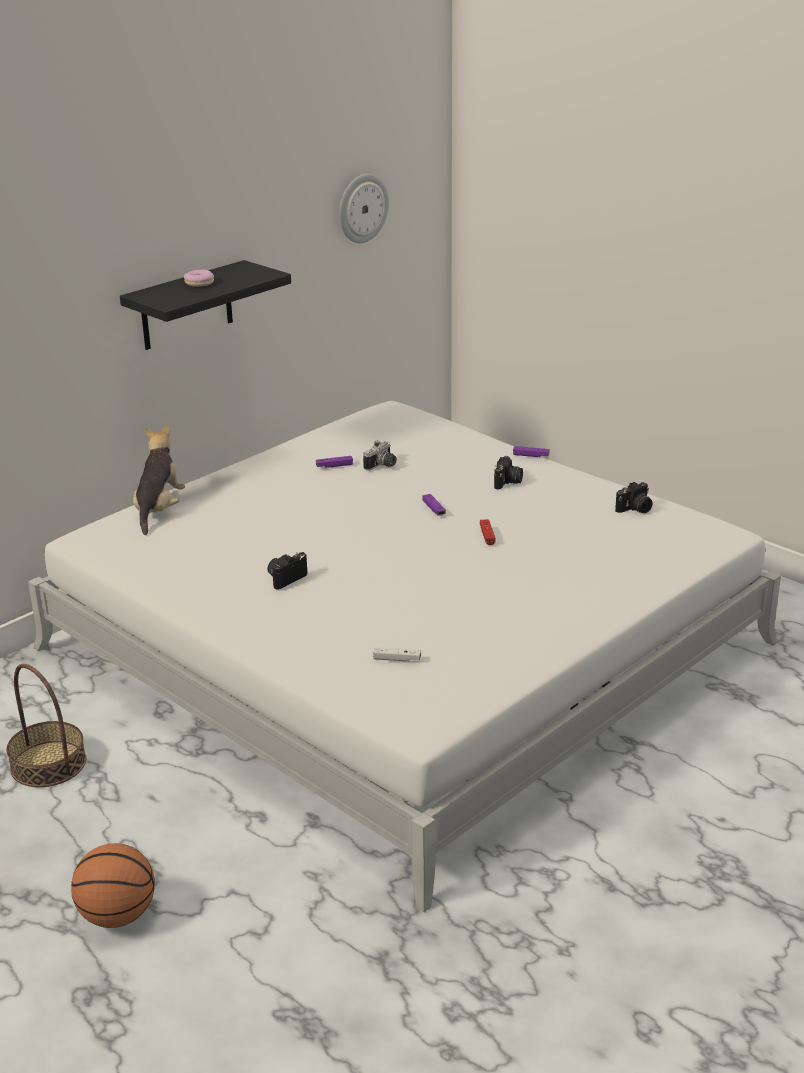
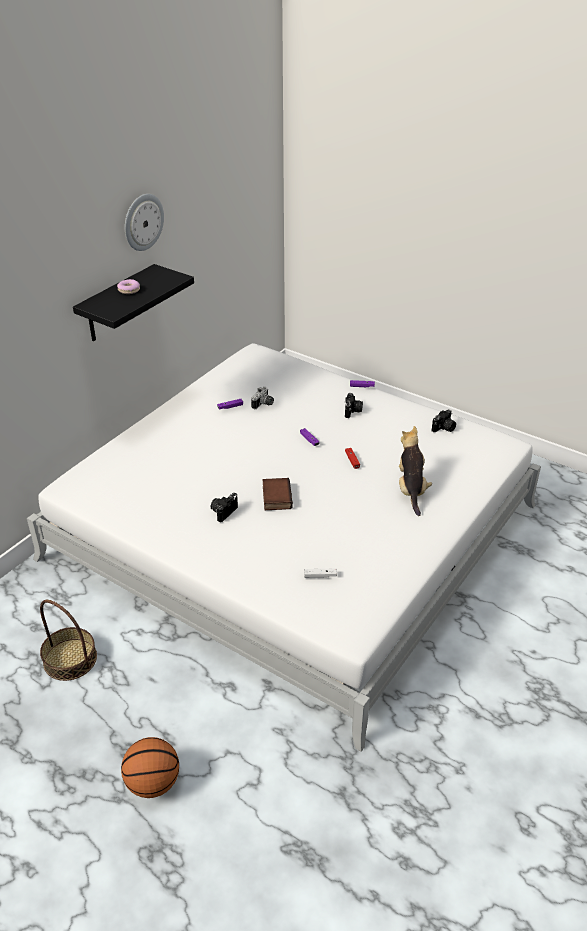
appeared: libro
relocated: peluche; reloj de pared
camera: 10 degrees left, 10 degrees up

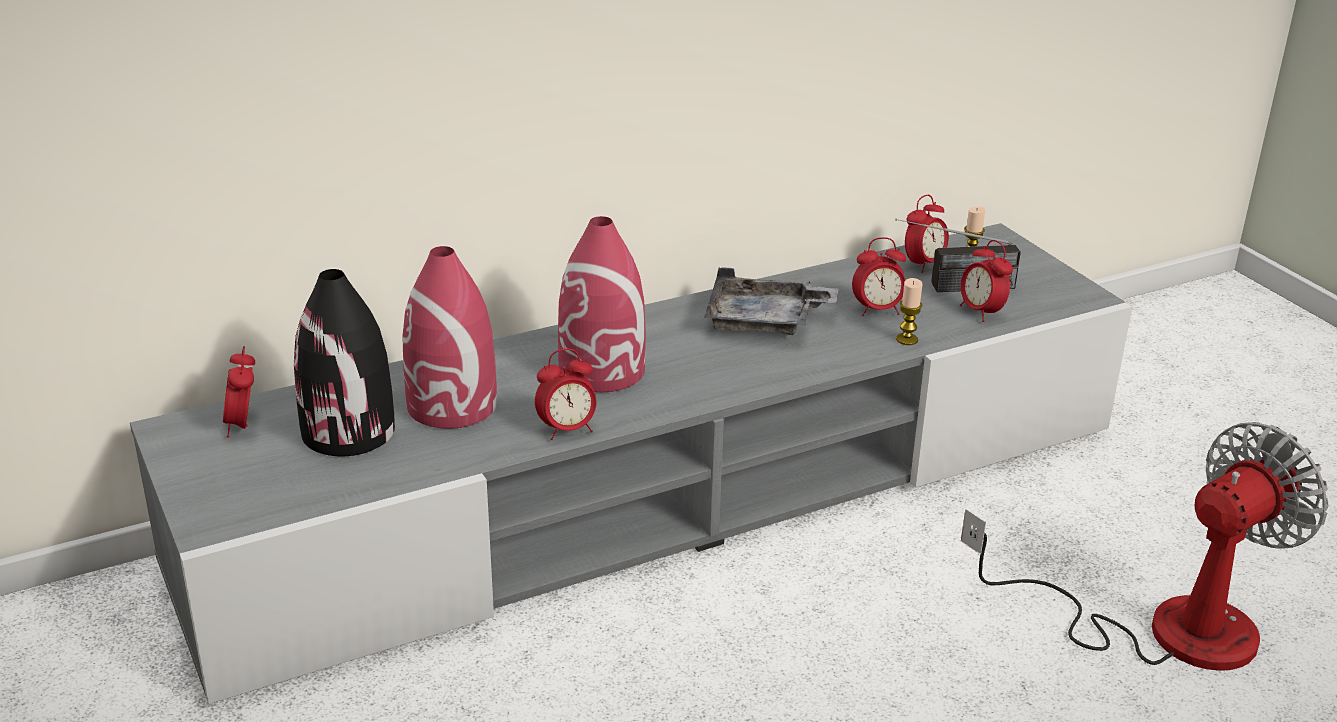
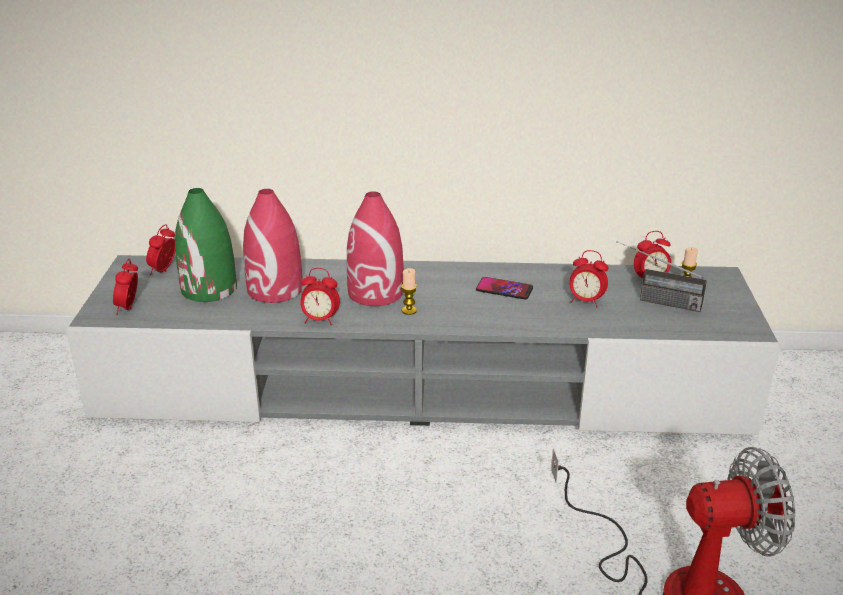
relocated: vela (no. 1 from left); despertador (no. 5 from left in the first image) to despertador (no. 1 from left)
exchanged: bandeja/gris to móvil
colour: florero/negro to florero/verde
camera: 30 degrees right, 0 degrees up

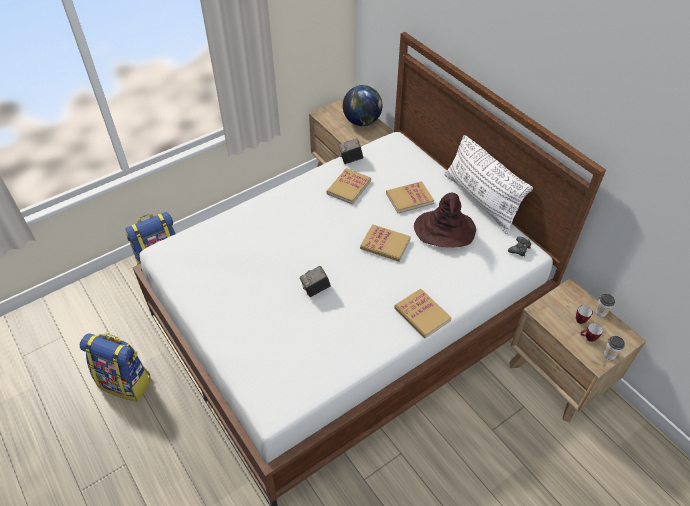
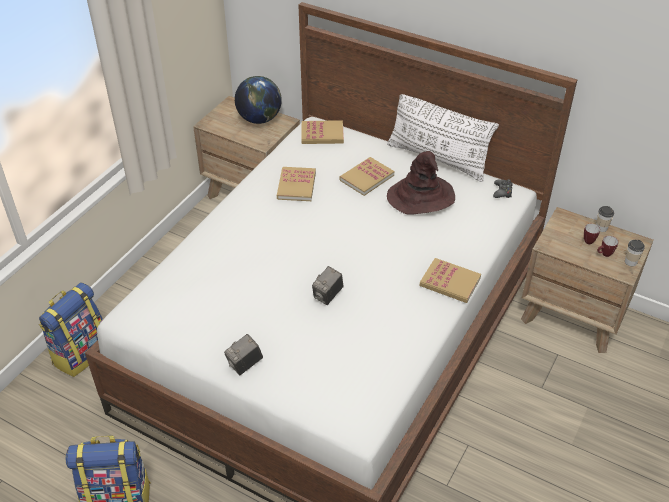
relocated: cámara (no. 2 from left in the first image) to cámara (no. 1 from left); libro (no. 2 from left)
camera: 25 degrees left, 5 degrees down

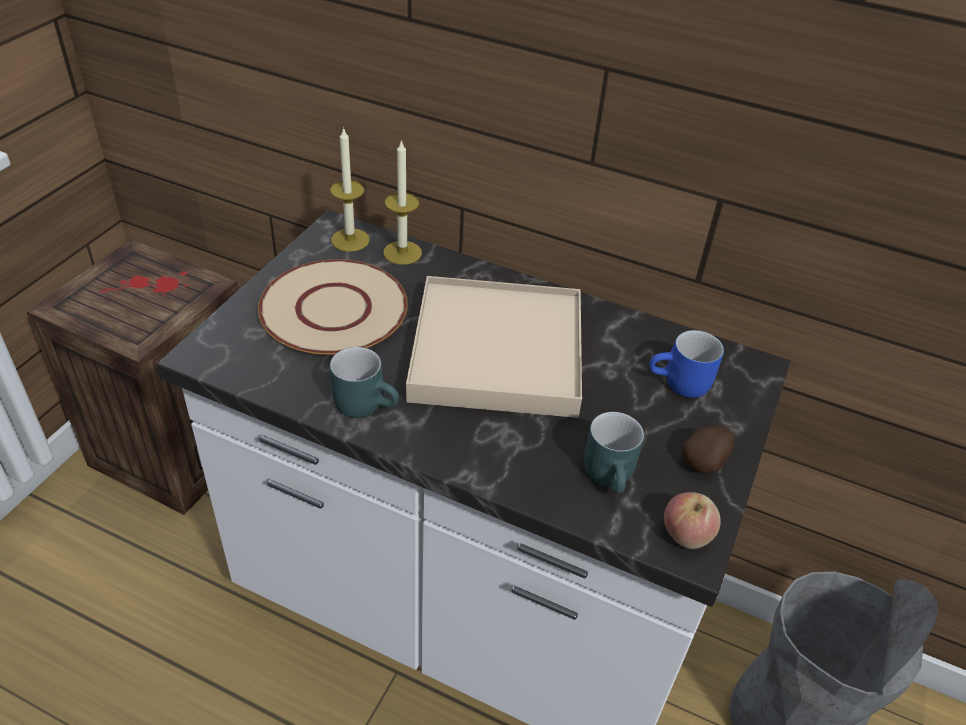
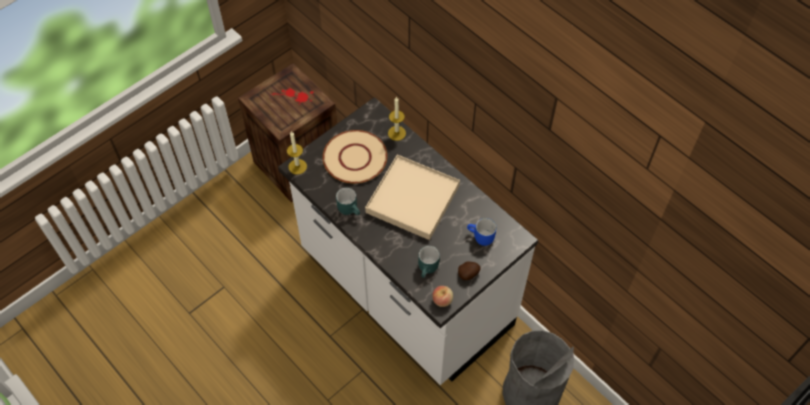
relocated: vela (no. 1 from left)
camera: 25 degrees right, 15 degrees up

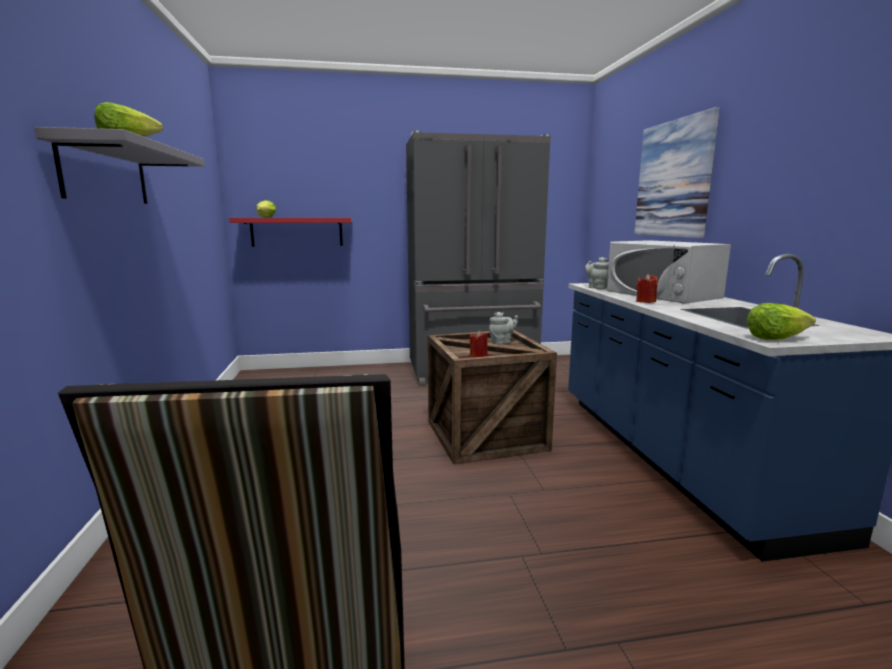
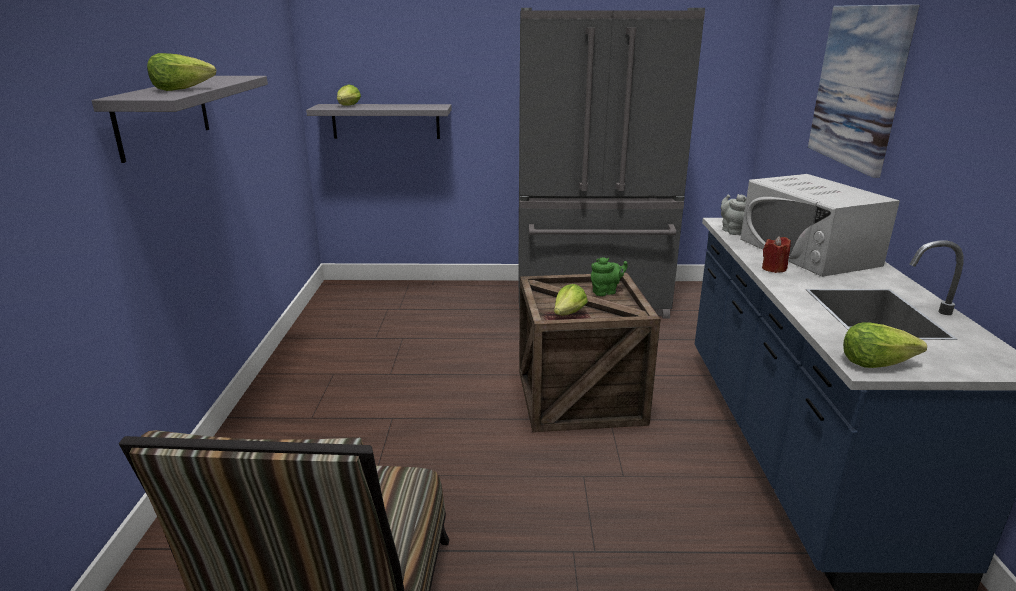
exchanged: vela/rojo (no. 1 from left) to lechuga (no. 3 from left)
colour: estante/rojo to estante/gris (no. 2 from left); tetera/gris (no. 1 from left) to tetera/verde
camera: 10 degrees right, 10 degrees up

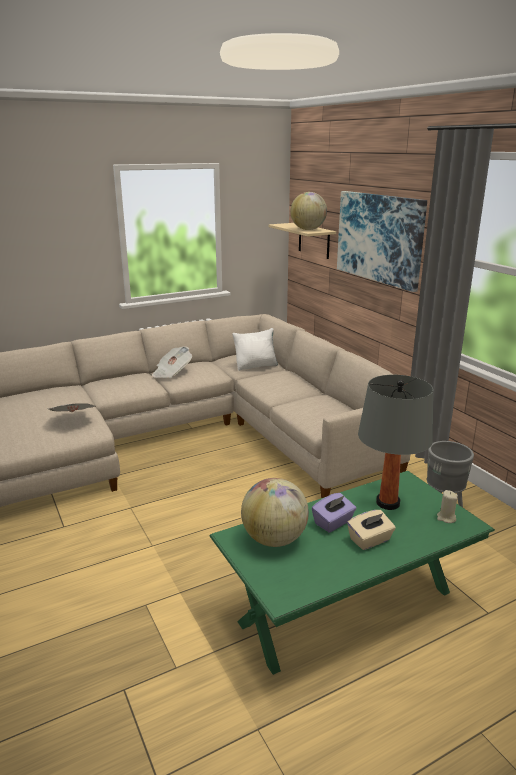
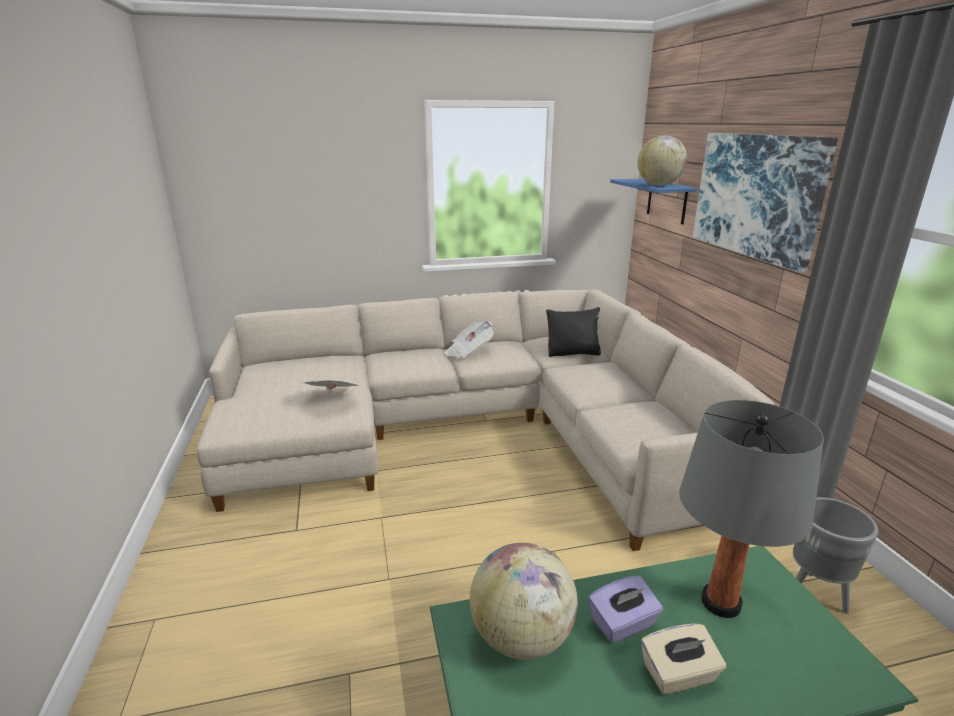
missing: vela/beis
colour: cojín/blanco to cojín/negro; estante/beis to estante/azul
camera: 15 degrees right, 0 degrees up

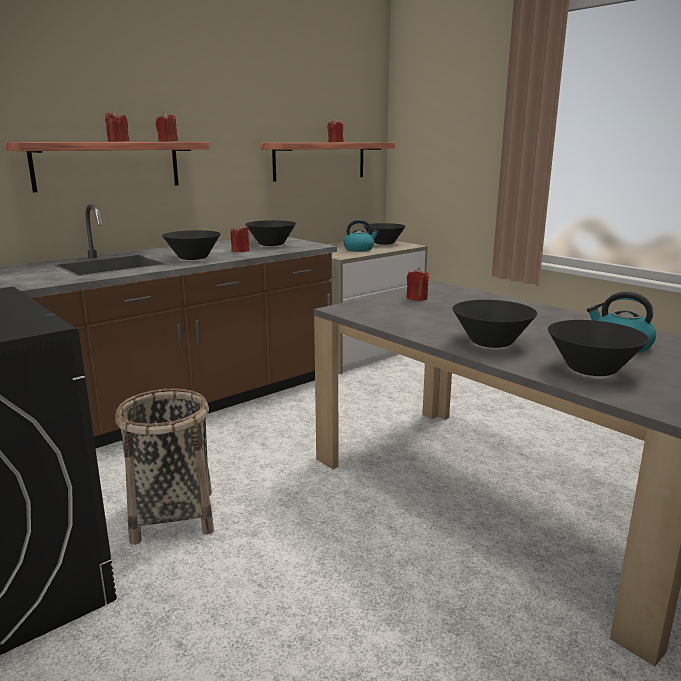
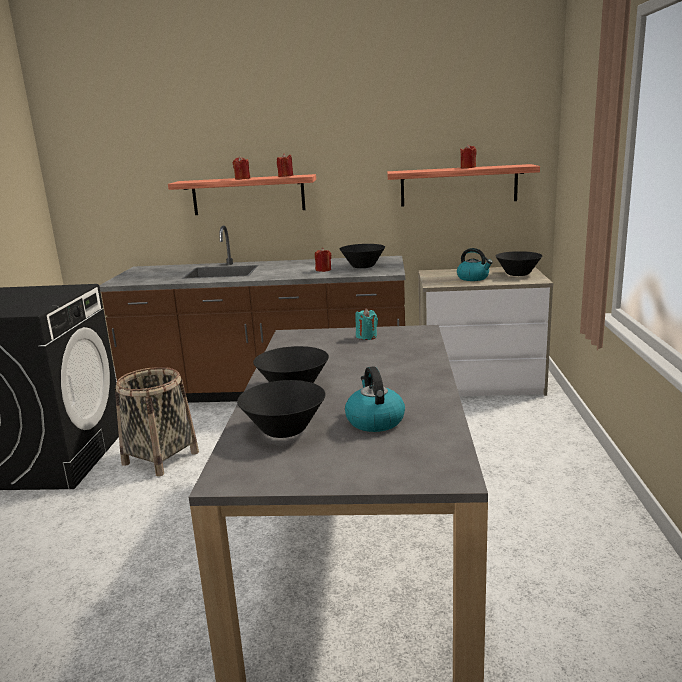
missing: cuenco/negro (no. 1 from left)
colour: vela/rojo (no. 5 from left) to vela/turquesa
camera: 45 degrees right, 0 degrees up

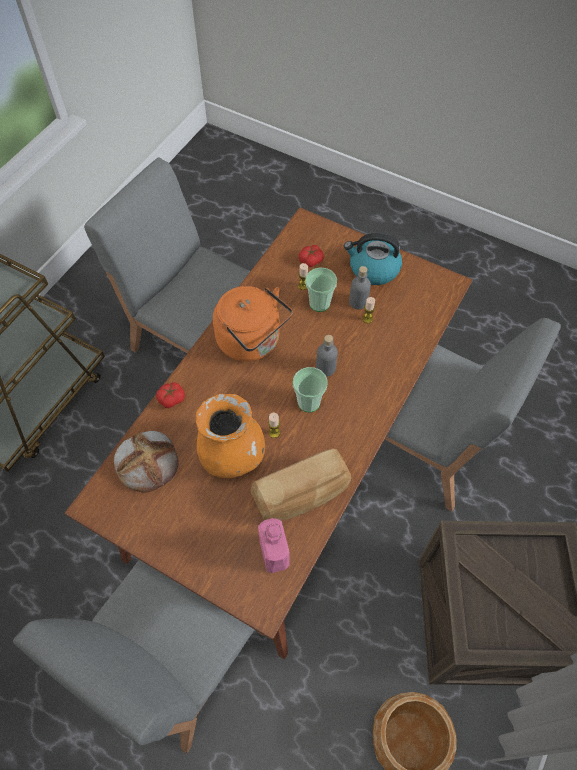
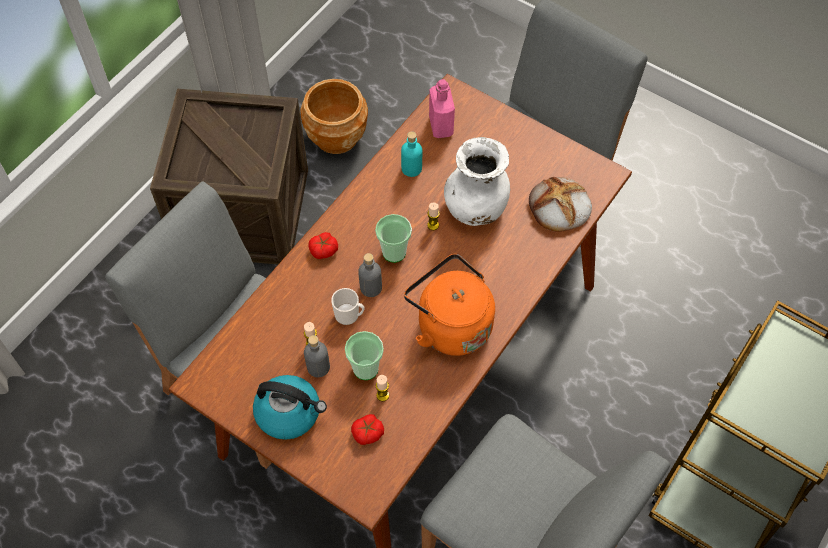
appeared: taza grande
relocated: tomate (no. 1 from left)
exchanged: pan (no. 2 from left) to botella/turquesa
colour: florero/naranja to florero/blanco
camera: 175 degrees left, 0 degrees up

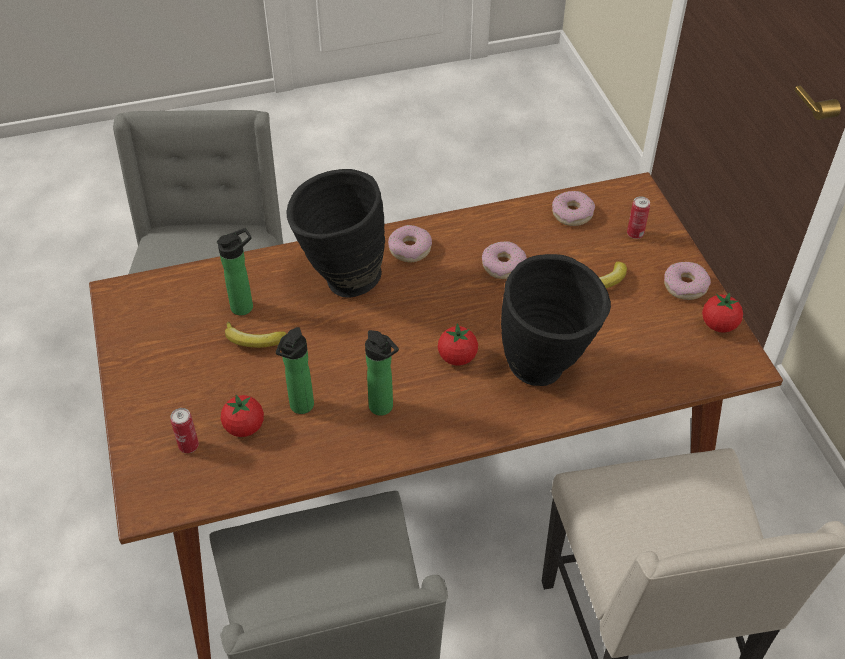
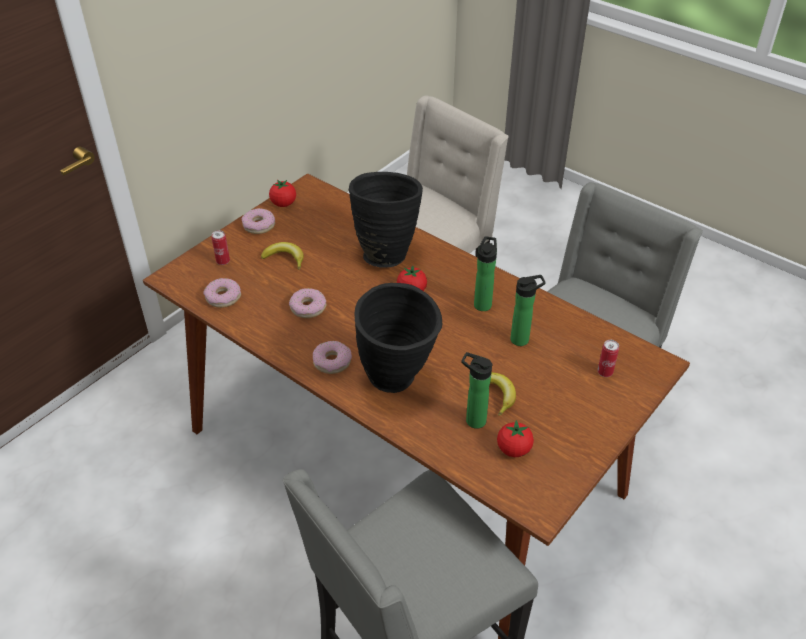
relocated: tomate (no. 1 from left in the first image) to tomate (no. 3 from left)
camera: 125 degrees left, 5 degrees down

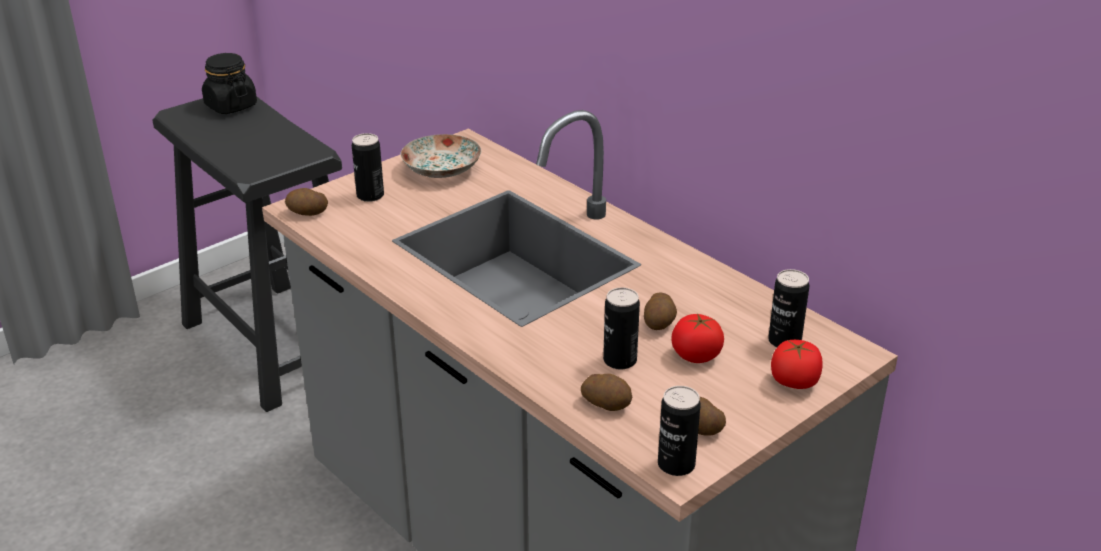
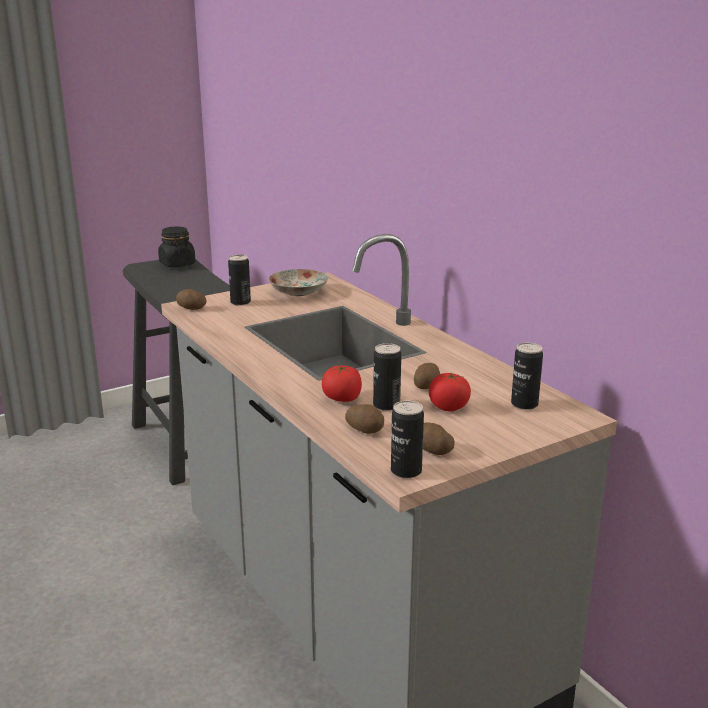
relocated: tomate (no. 2 from left in the first image) to tomate (no. 1 from left)
camera: 10 degrees right, 10 degrees down

